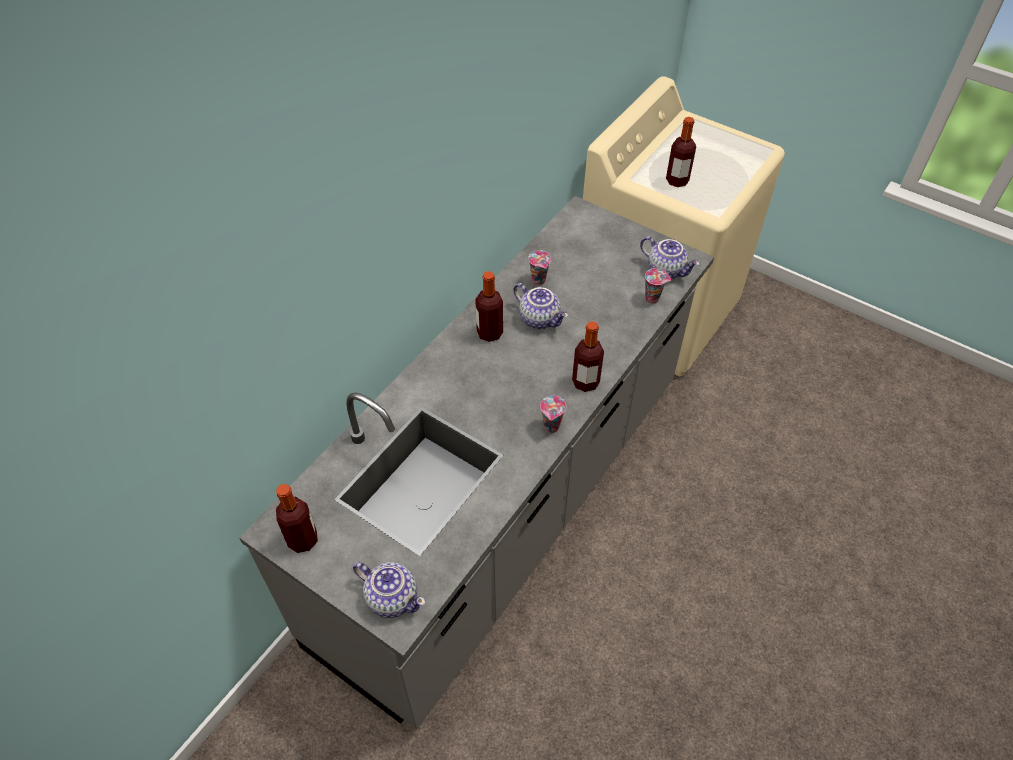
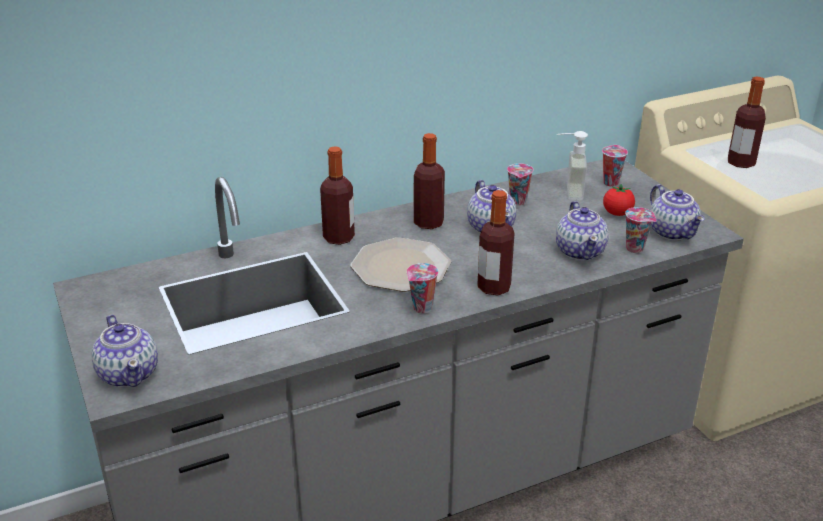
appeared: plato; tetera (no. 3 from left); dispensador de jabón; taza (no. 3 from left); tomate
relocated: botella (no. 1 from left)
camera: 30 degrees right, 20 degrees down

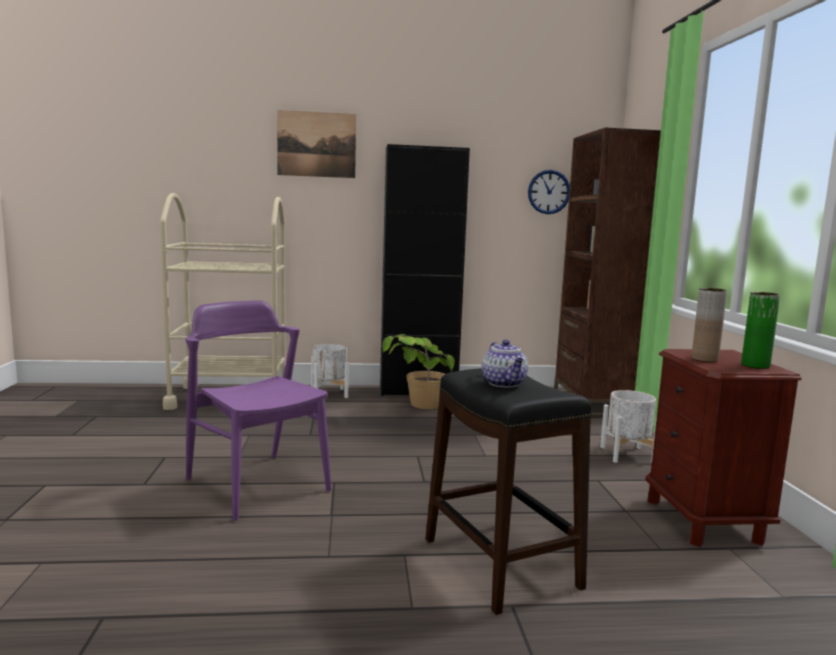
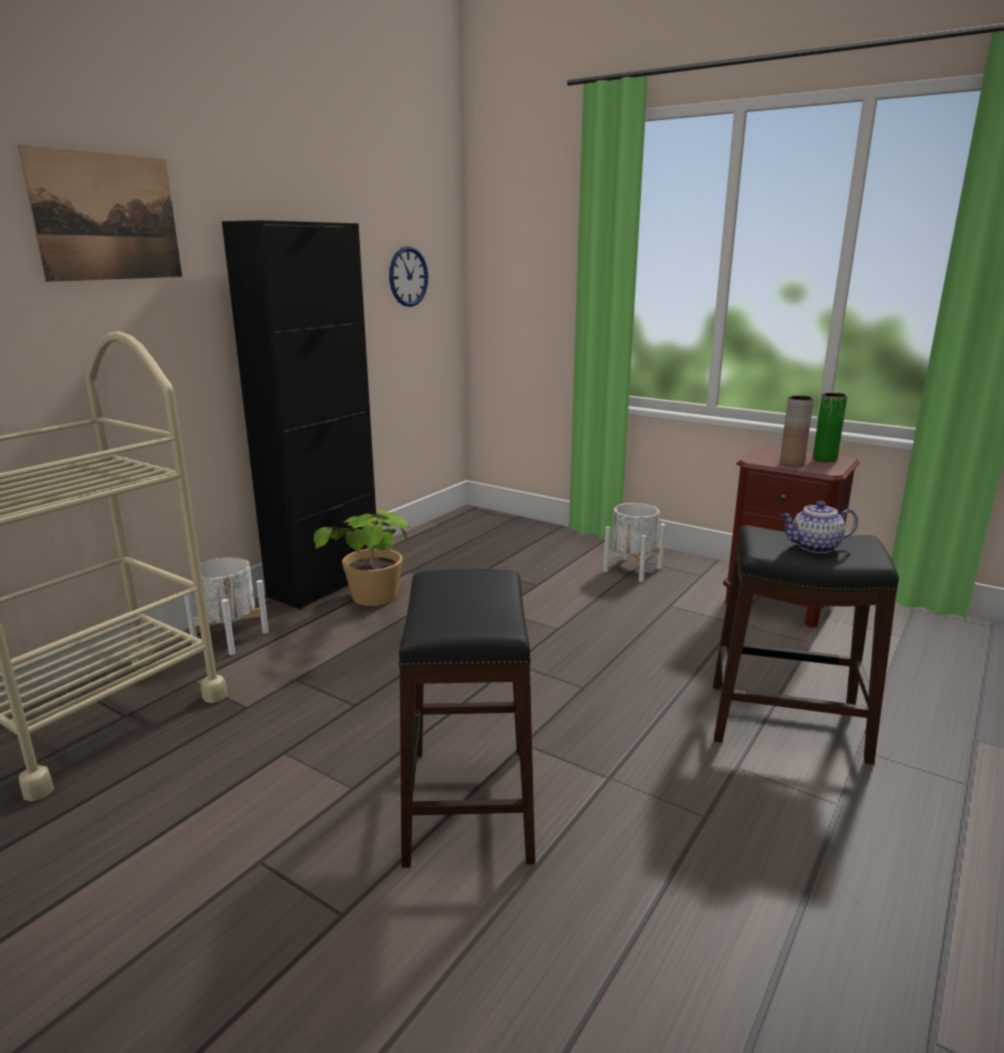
missing: estantería/marrón
exchanged: silla/morado to taburete/negro (no. 1 from left)
spun: tetera 150 degrees clockwise
camera: 50 degrees left, 10 degrees up

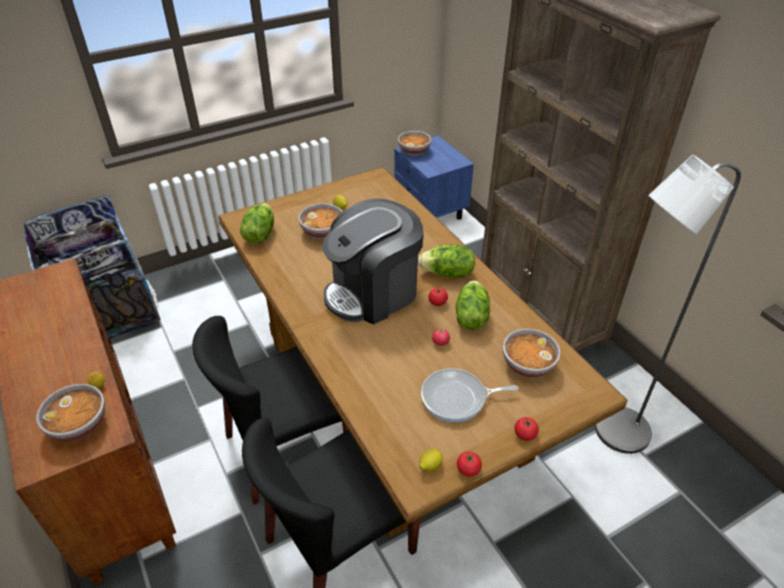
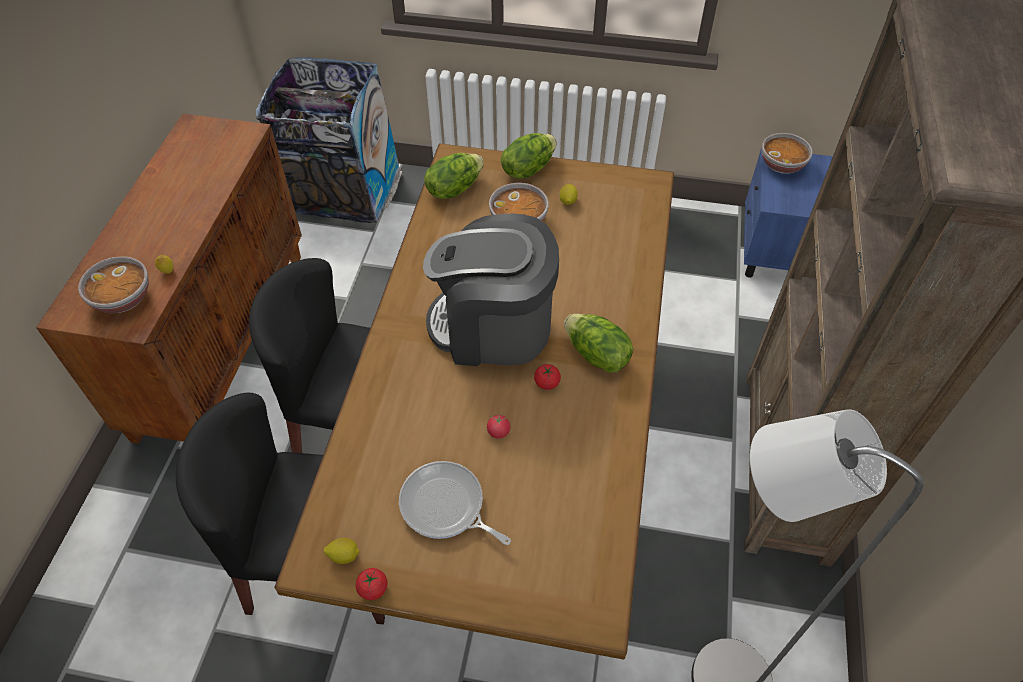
missing: cuenco (no. 4 from left); tomate (no. 4 from left)
relocated: lechuga (no. 3 from left in the first image) to lechuga (no. 2 from left)
camera: 40 degrees right, 10 degrees up

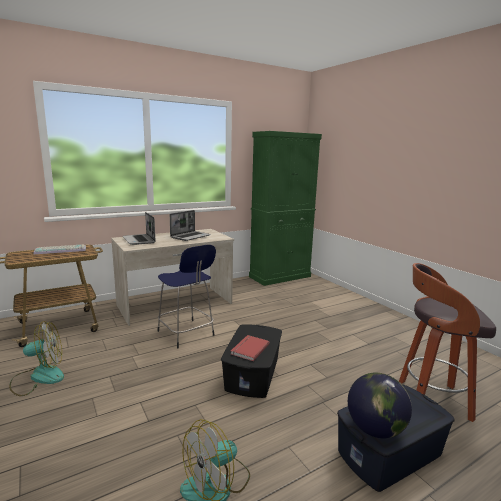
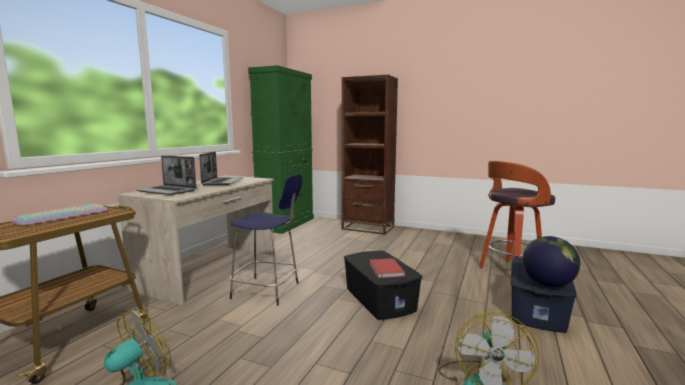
appeared: estantería/marrón
camera: 35 degrees left, 5 degrees down

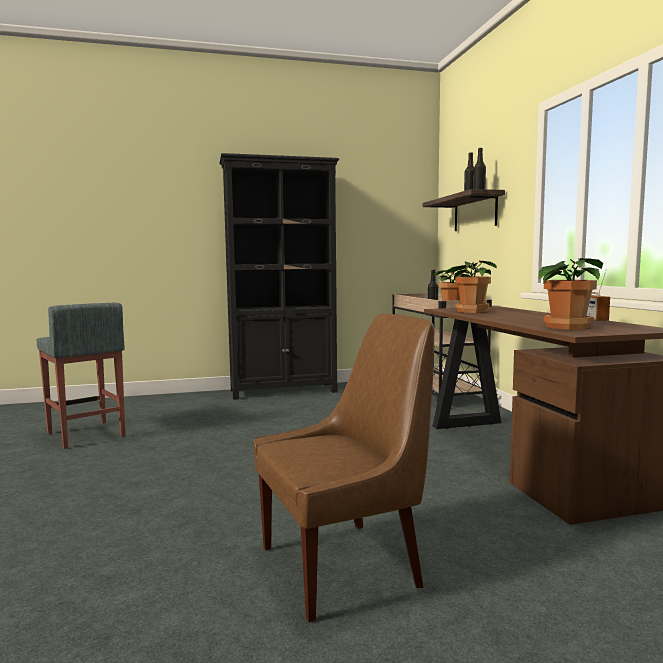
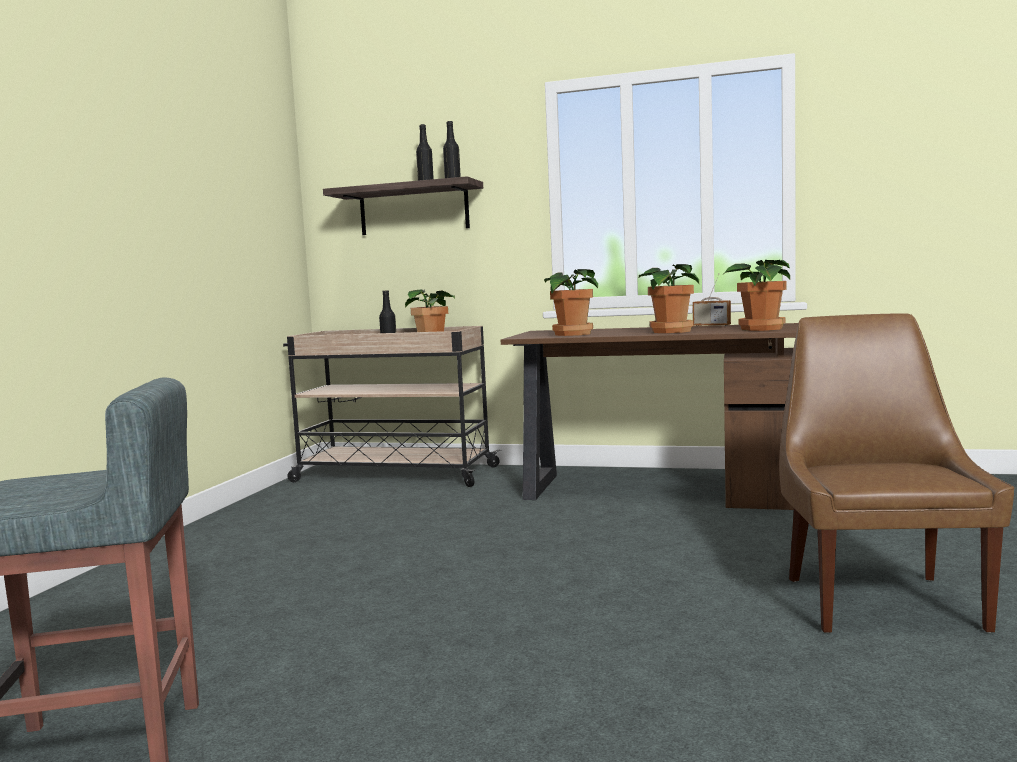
missing: estantería/negro
appeared: planta en maceta (no. 3 from left)
camera: 60 degrees left, 0 degrees up

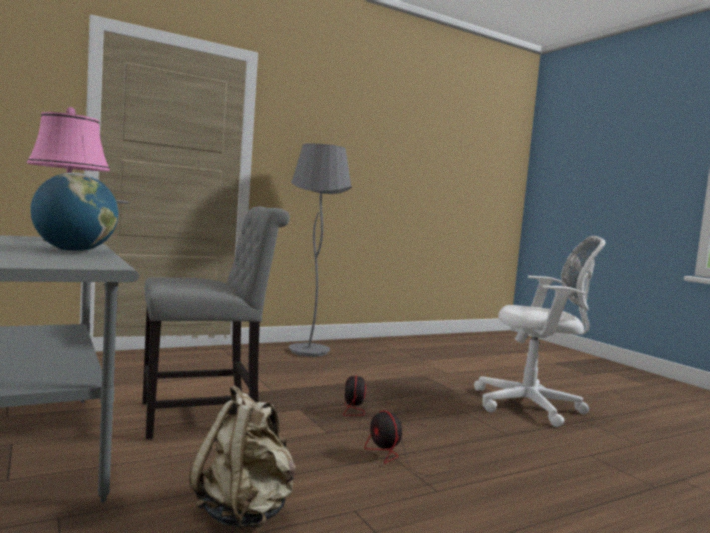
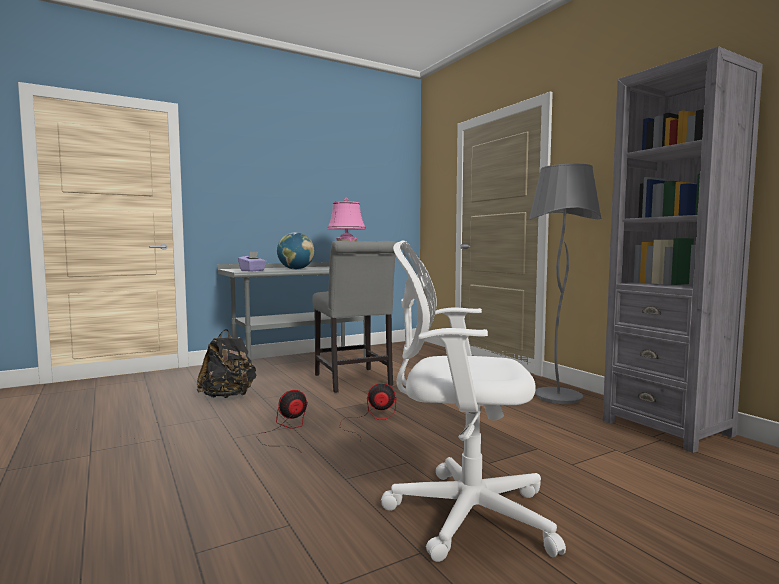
appeared: caja de pañuelos/morado; estantería/gris
colour: mochila/beis to mochila/negro
spun: silla de oficina/blanco 90 degrees clockwise
camera: 90 degrees right, 0 degrees up

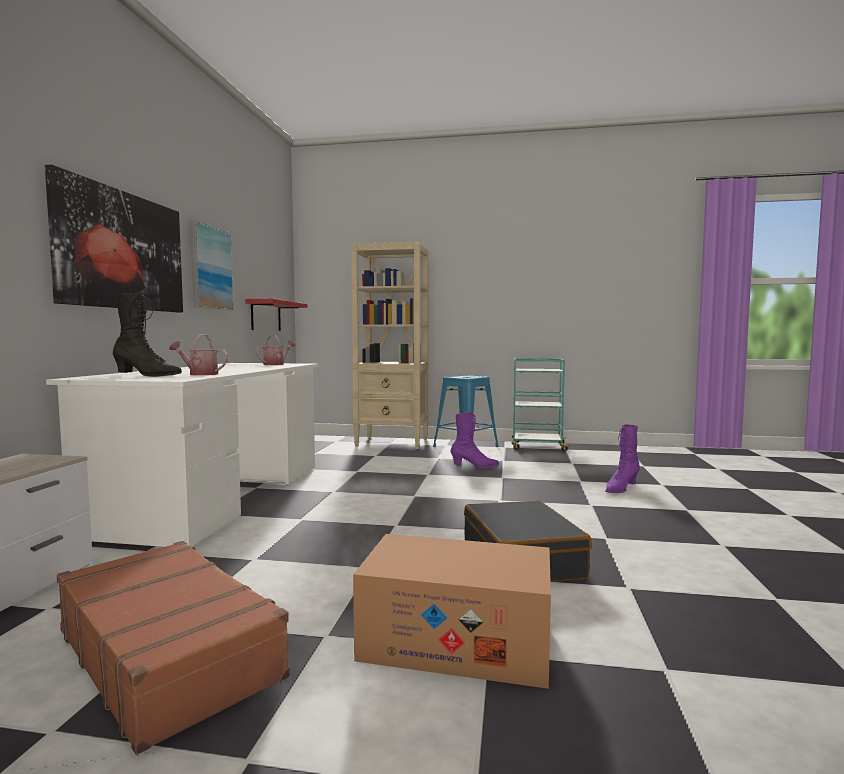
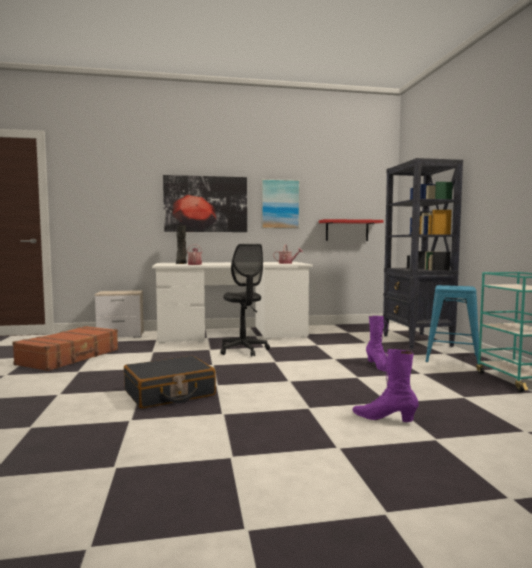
missing: caja de cartón
appeared: silla de oficina/negro
colour: estantería/beis to estantería/negro
camera: 70 degrees right, 0 degrees up

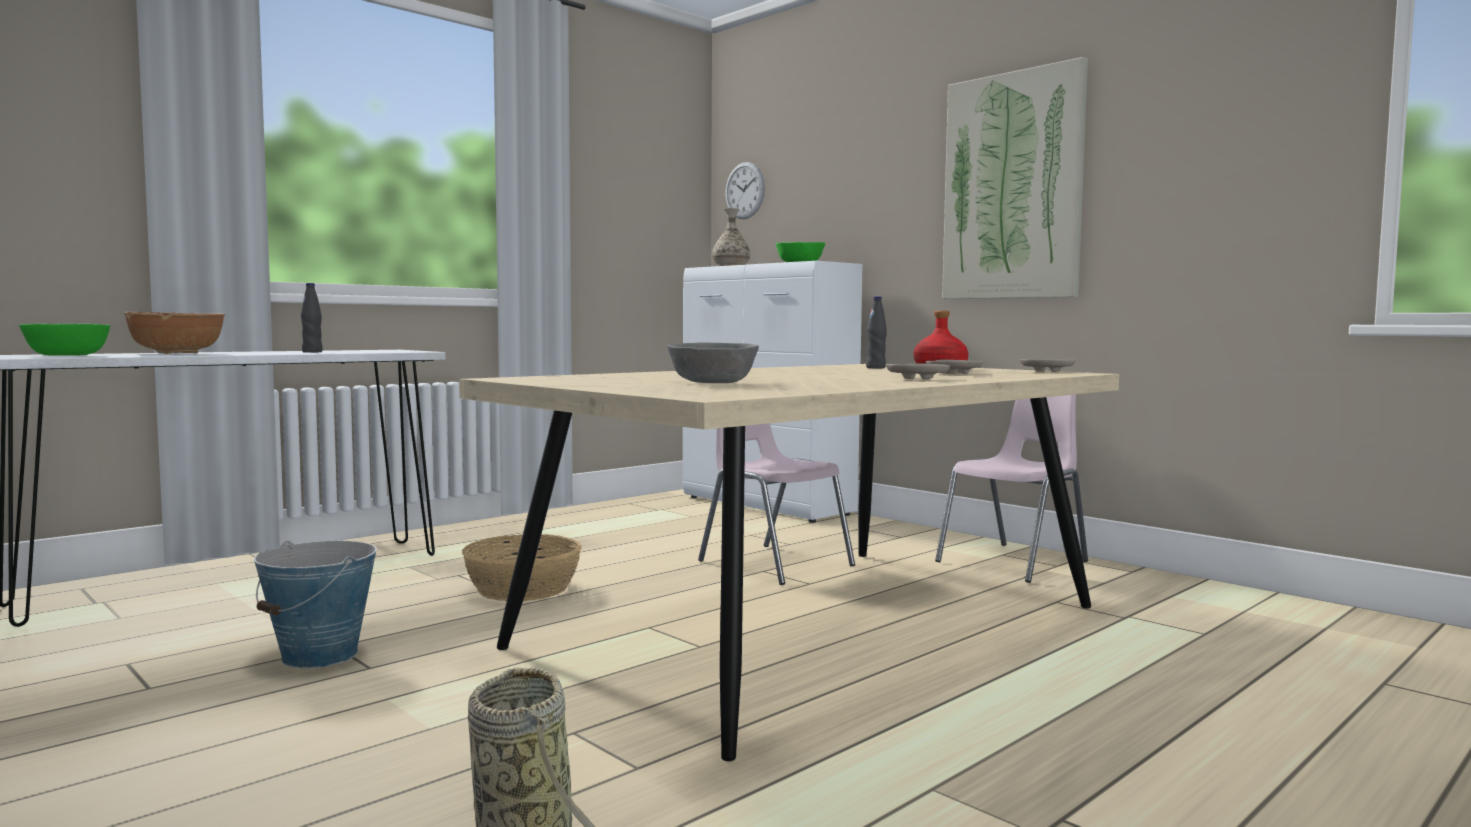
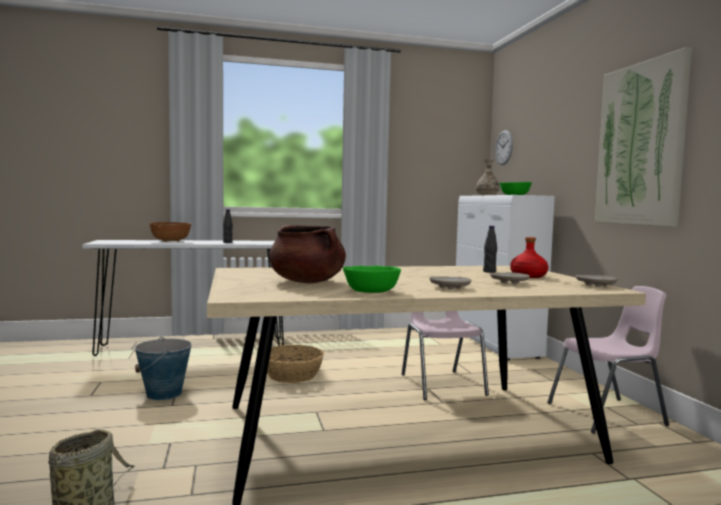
relocated: cuenco/verde (no. 1 from left)
exchanged: cuenco/gris to olla/marrón
camera: 30 degrees right, 0 degrees up

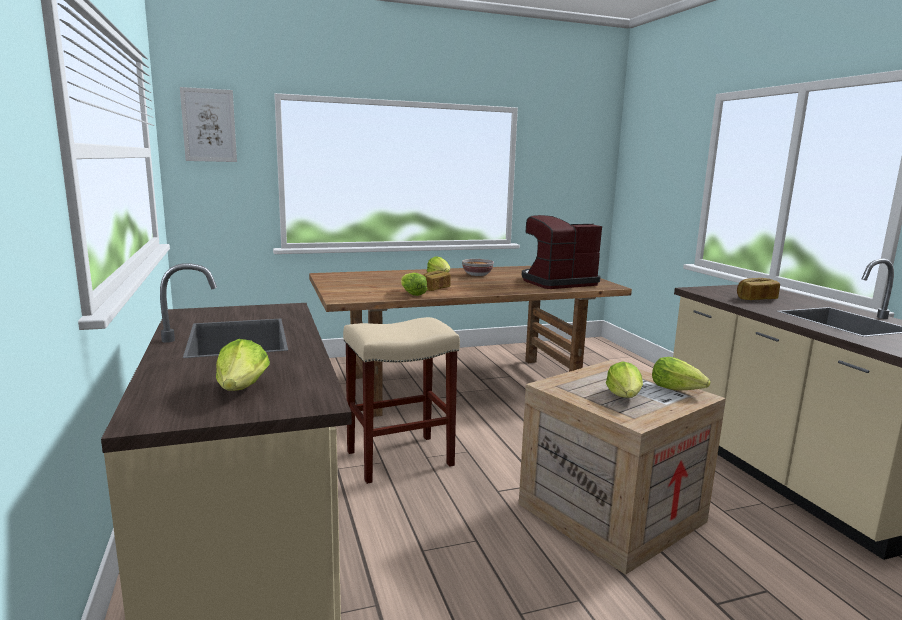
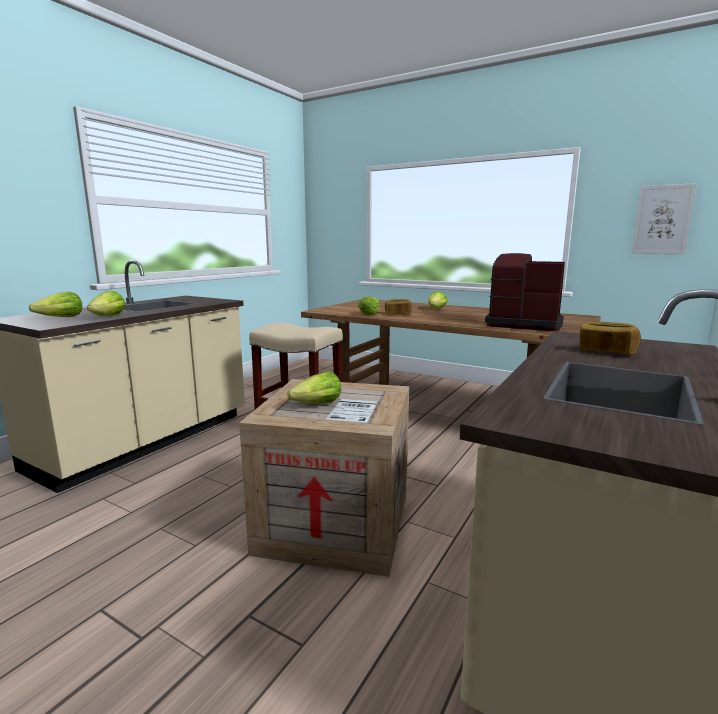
missing: cuenco
relocated: cuadro; lechuga (no. 5 from left in the first image) to lechuga (no. 2 from left)
camera: 50 degrees right, 0 degrees up

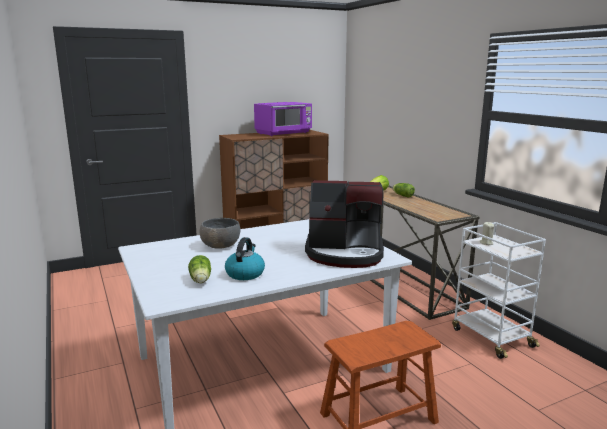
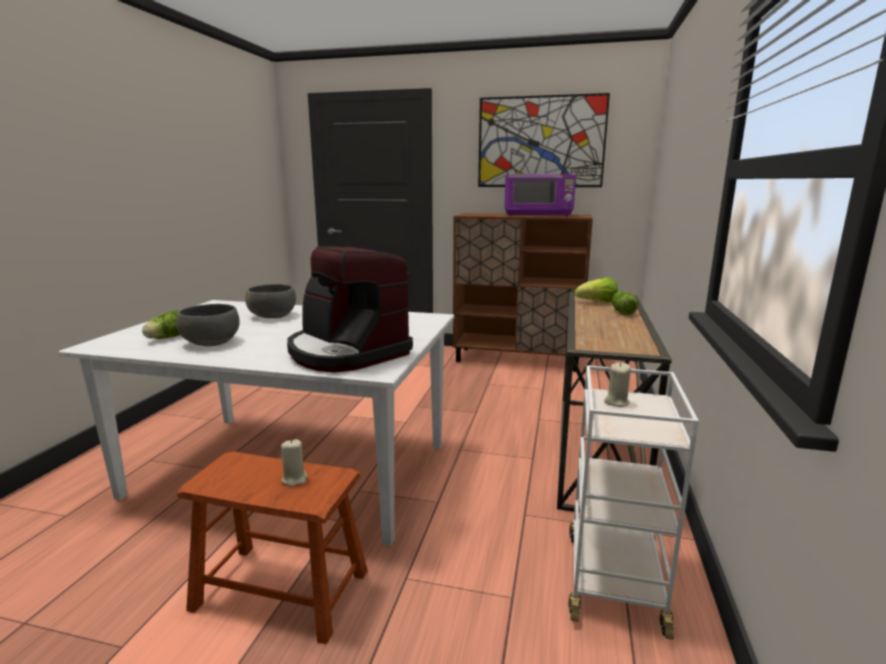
appeared: vela/beis (no. 1 from left); cuadro
exchanged: hervidor to cuenco/gris (no. 1 from left)
camera: 40 degrees right, 0 degrees up

